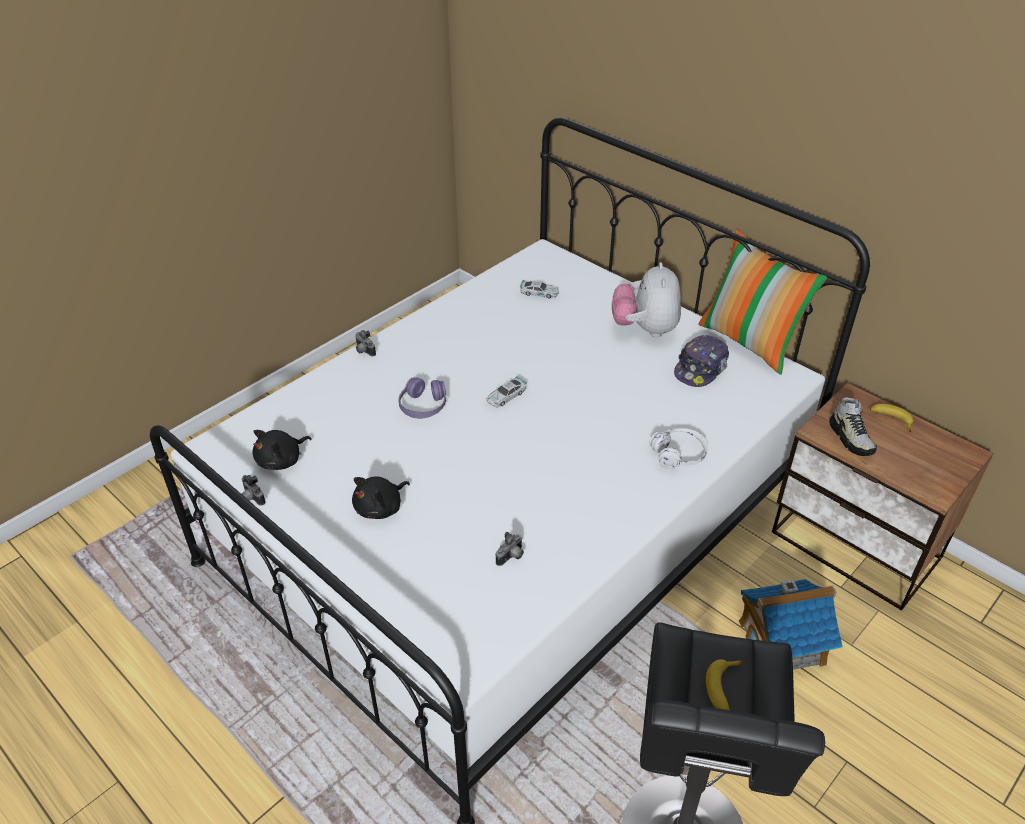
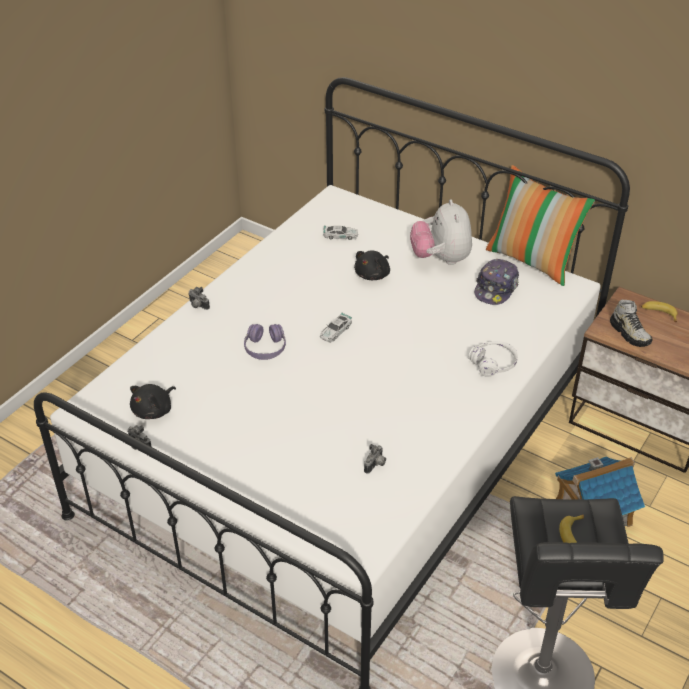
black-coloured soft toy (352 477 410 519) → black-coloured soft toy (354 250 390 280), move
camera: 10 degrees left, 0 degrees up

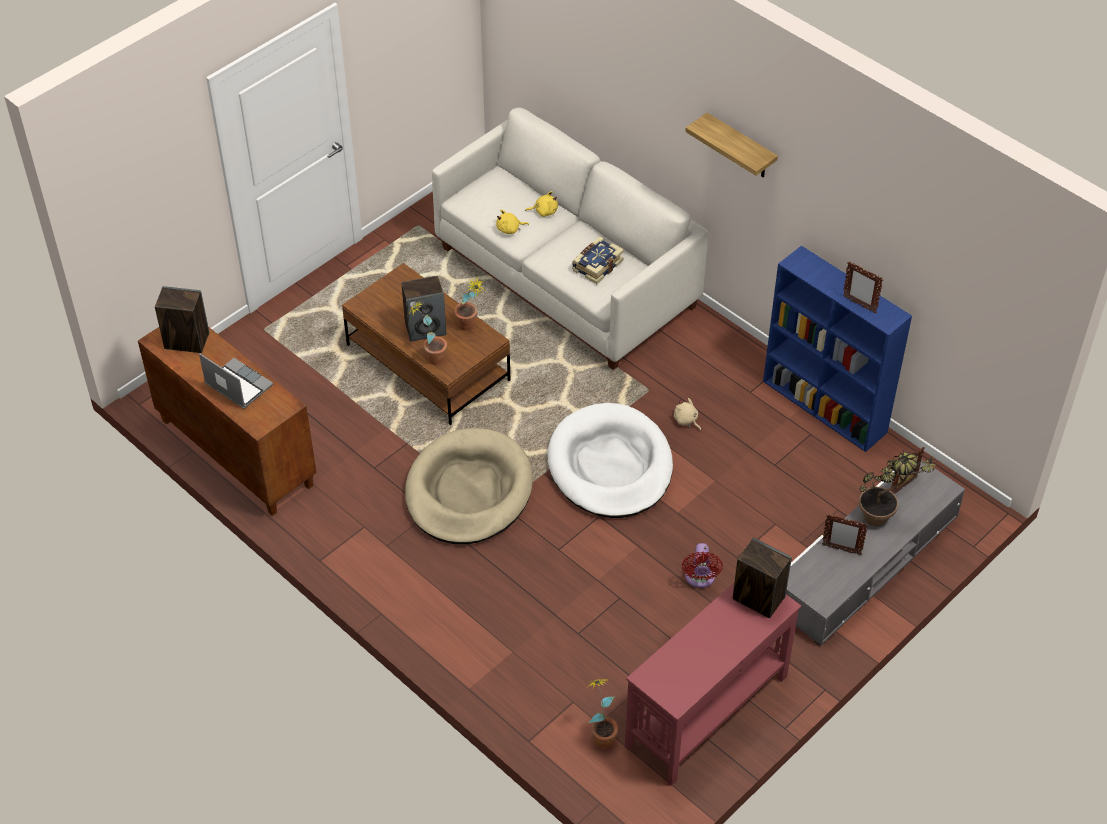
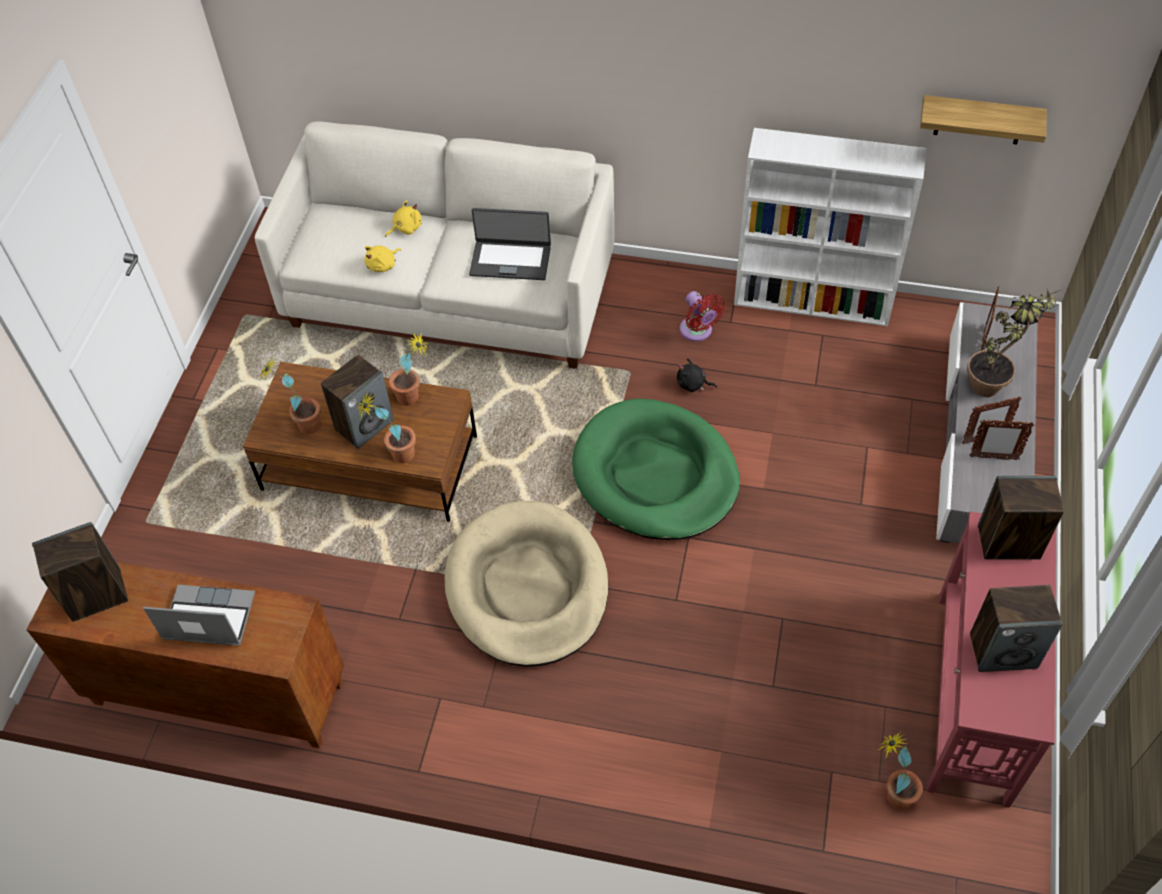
- → plant in a pot (260 358 321 434)
bound book (572 237 624 284) → laptop (469 208 551 280)
white dog cushion (547 403 673 518) → greenish dog cushion (572 399 740 540)
sand-coloured soft toy (674 398 701 431) → black-coloured soft toy (677 358 717 392)
reddish fan (682 543 723 588) → reddish fan (680 291 725 341), move
blue bookcase (763 246 912 452) → white bookcase (734 128 926 326)
shelf (685 113 778 178) → shelf (920 95 1047 144), move
photo frame (843 262 883 314) → photo frame (969 419 1035 460), move
- → speaker (970 585 1063 672)
camera: 30 degrees left, 5 degrees up

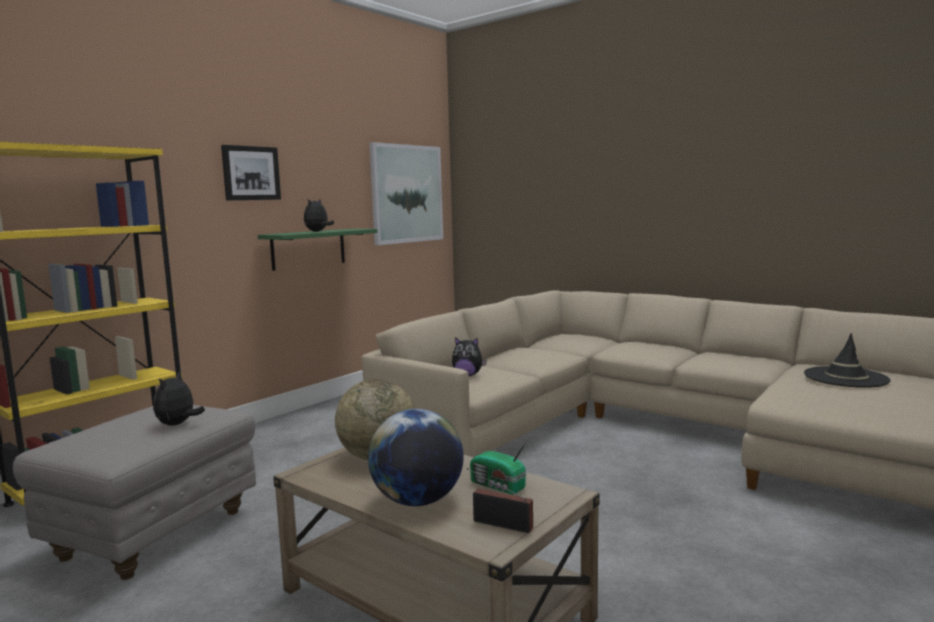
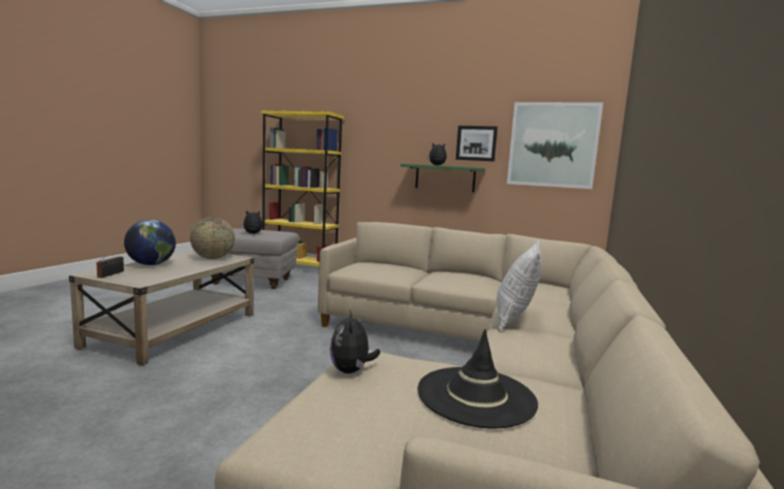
soft toy (452 337 487 376) → soft toy (330 310 380 374), move
picture (221 145 281 201) → picture (456 126 498 161), move
- → throw pillow (497 240 541 332)
radio set (470 436 530 495) → -
camera: 70 degrees right, 0 degrees up

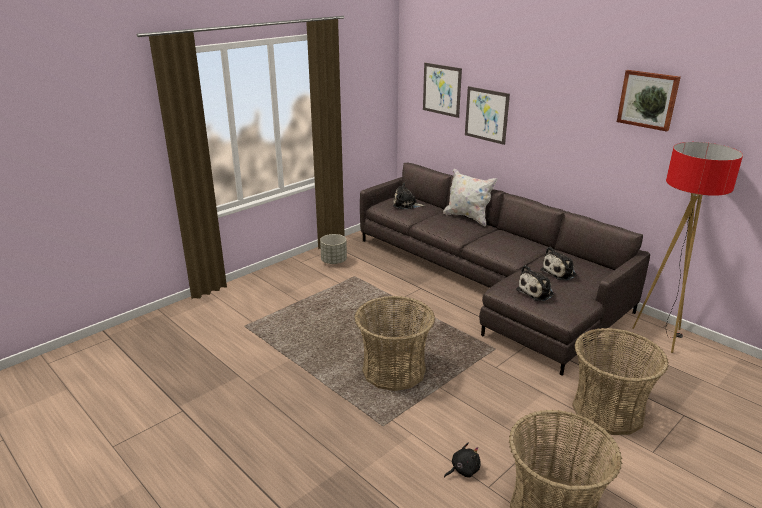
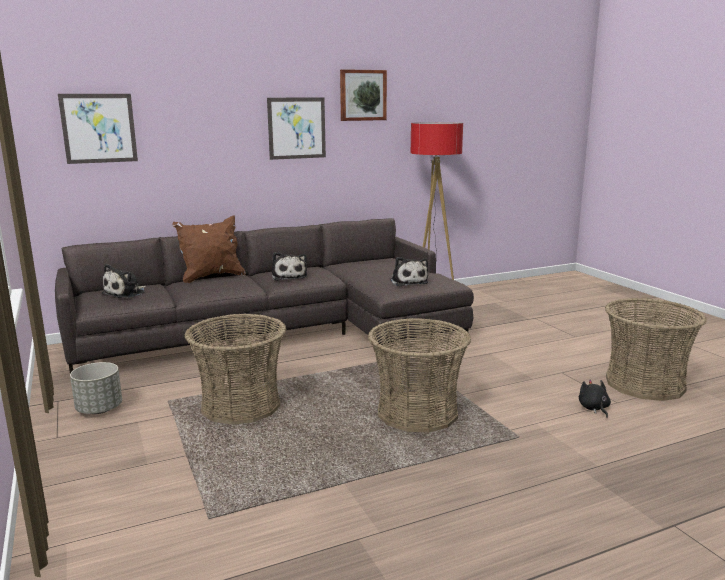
white throw pillow (443 169 497 226) → brownish throw pillow (172 215 246 283)
household basket (572 328 669 435) → household basket (185 313 286 425), move
picture (465 86 510 145) → picture (267 98 326 160), move
soft toy (540 247 577 281) → soft toy (272 252 307 281), move
camera: 70 degrees left, 10 degrees down

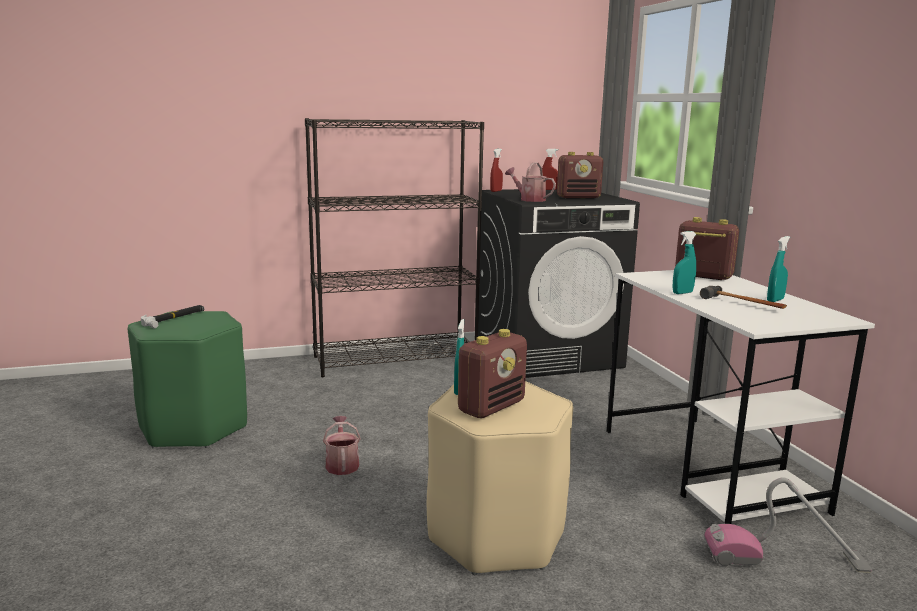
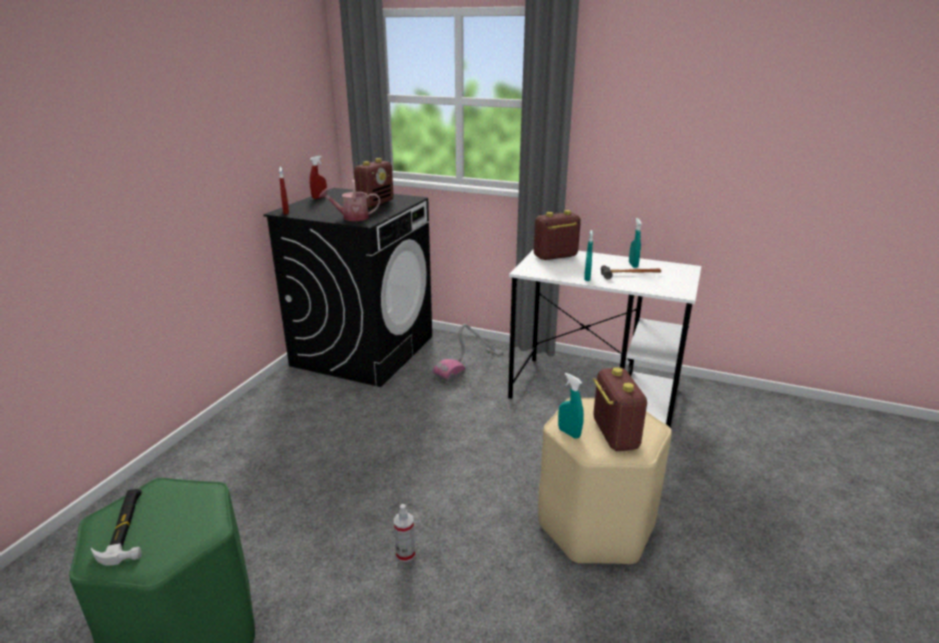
sprinkling can (323 416 361 475) → sprayer (394 504 415 562)
vacuum cleaner (704 477 872 573) → vacuum cleaner (433 324 503 382), move
black-coloured bookcase (305 118 484 377) → -
camera: 50 degrees left, 10 degrees up

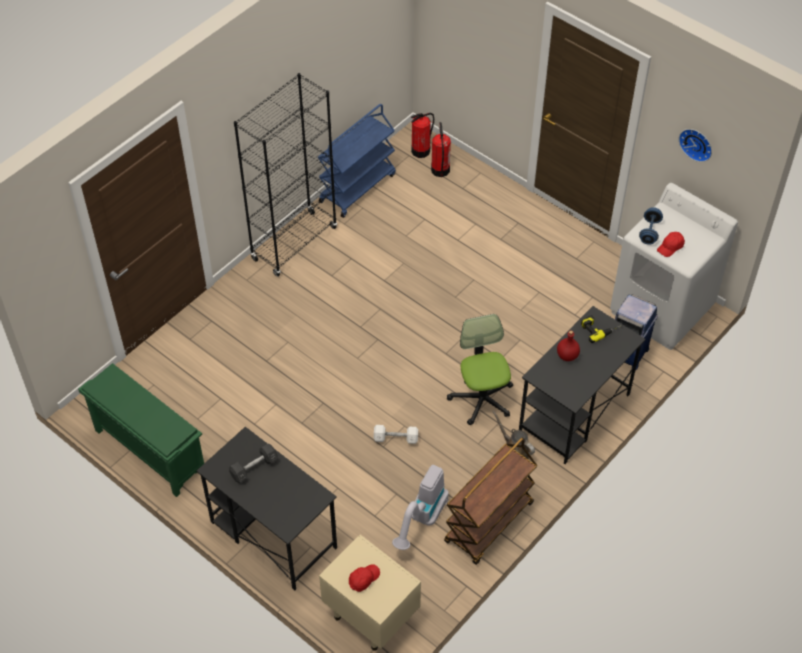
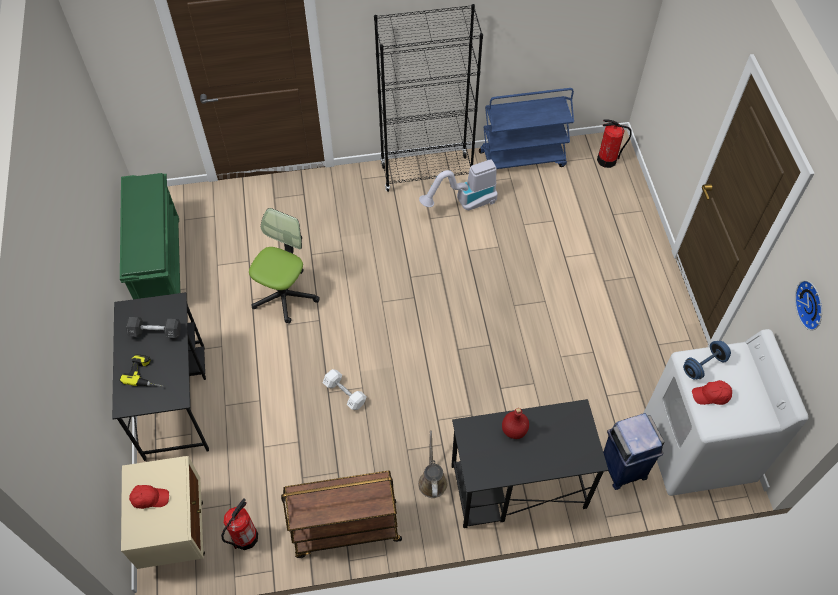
drill (581 315 622 343) → drill (119 354 164 387), move
fire extinguisher (431 122 451 177) → fire extinguisher (221 498 258 550), move
office chair (447 314 513 425) → office chair (249 208 320 324), move
vacuum cleaner (392 465 449 550) → vacuum cleaner (419 159 498 211), move
camera: 40 degrees right, 5 degrees up

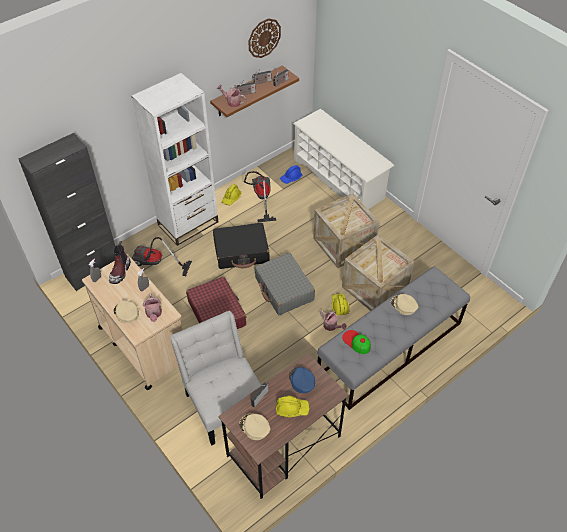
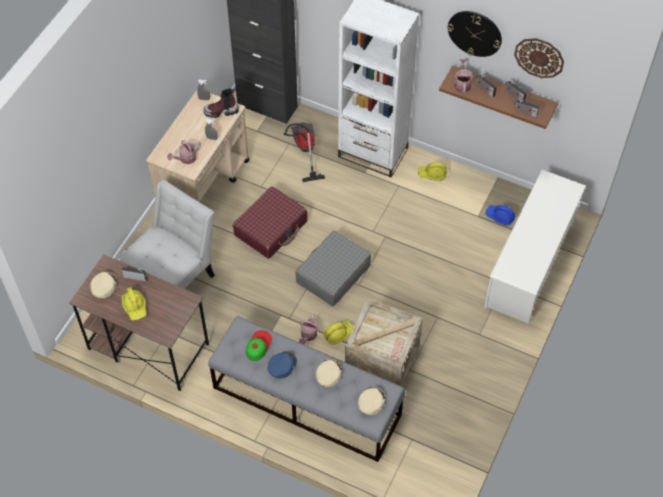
blue baseball cap (289 367 315 393) → blue baseball cap (268 352 297 378), move
sand-coloured baseball cap (114 300 139 324) → sand-coloured baseball cap (358 387 385 415), move
- → clock on the wall (447 11 502 57)
black-coloured travel case (213 223 270 269) → -
vacuum cleaner (244 171 277 222) → -
packing crate (313 193 379 268) → -
camera: 65 degrees right, 5 degrees up

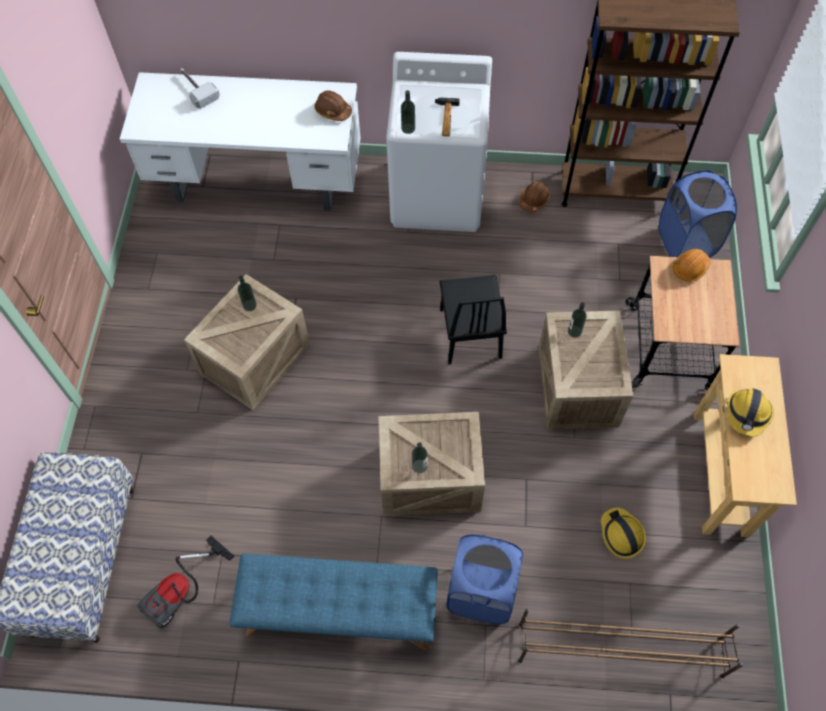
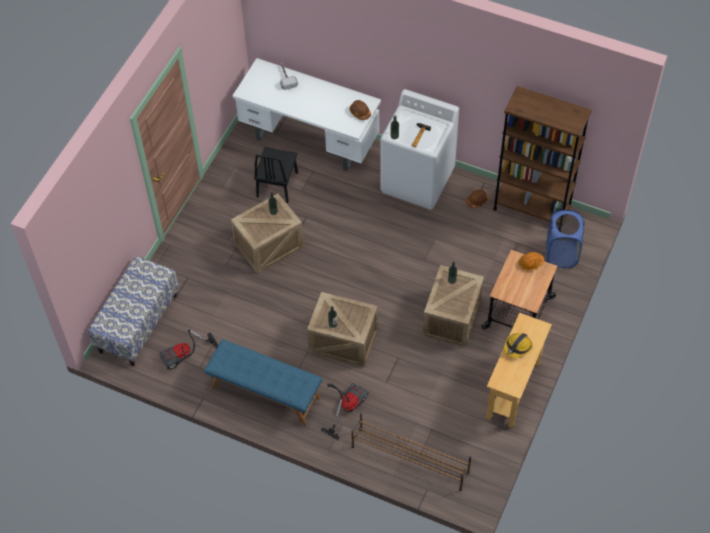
black-coloured plain chair (440 275 507 365) → black-coloured plain chair (254 147 298 203), move
blue laundry basket (446 535 523 624) → vacuum cleaner (321 383 369 440)
work helmet (601 507 646 559) → -
camera: 20 degrees right, 5 degrees down

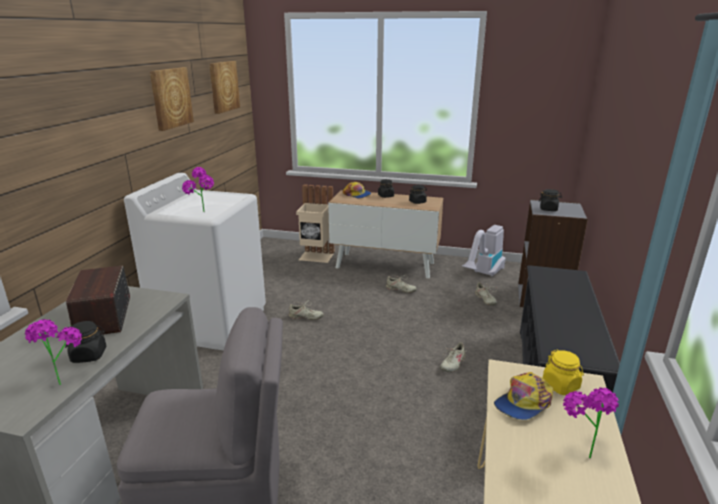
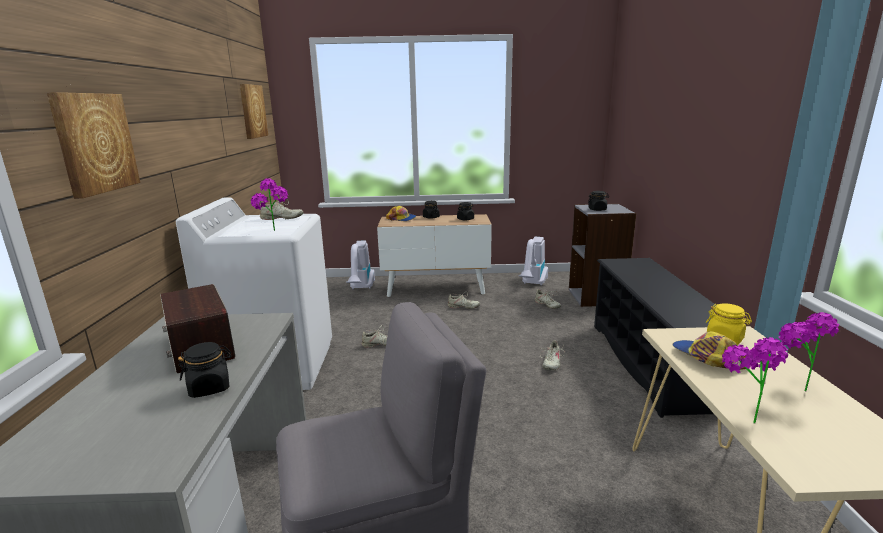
picture (150 67 194 131) → picture (47 92 140 199), move
- → sand-coloured low shoe (260 199 303 220)
sand-coloured rubbish bin (296 184 335 263) → vacuum cleaner (346 241 375 289)
baseball cap (494 372 553 420) → baseball cap (672 331 746 369), 120 degrees clockwise
plant in a pot (24 319 82 385) → plant in a pot (722 337 788 423), move
camera: 15 degrees left, 5 degrees down

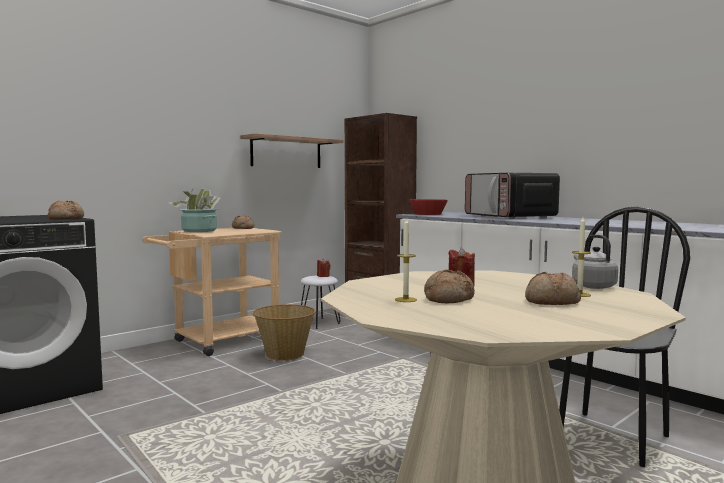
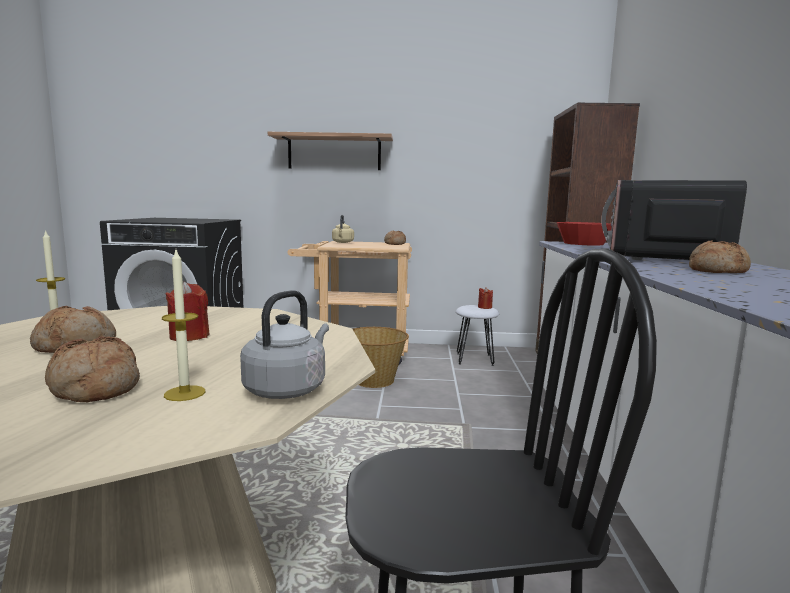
shelf (240 133 344 168) → shelf (268 132 393 170), move
plant in a pot (169 188 220 232) → sand-coloured tea kettle (332 215 354 243)
baked bread (48 200 84 219) → baked bread (689 241 751 273), move
camera: 45 degrees right, 5 degrees up

